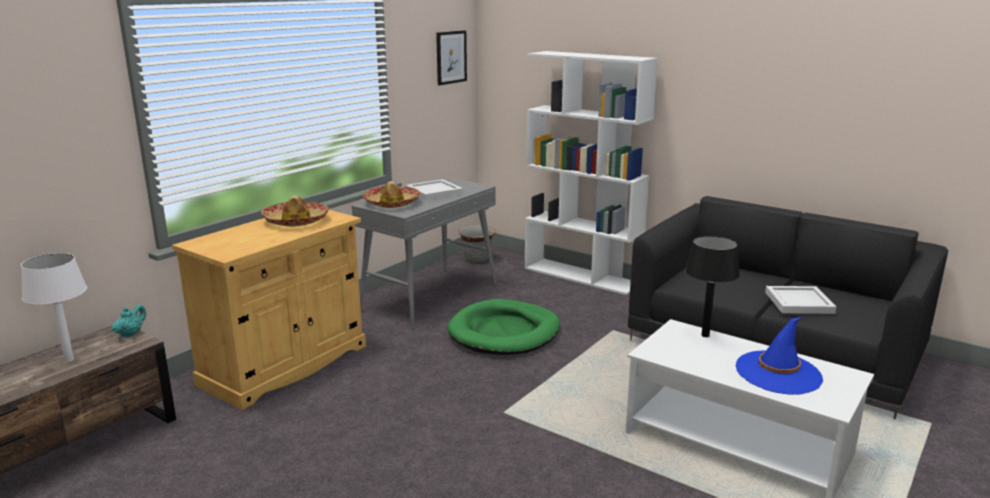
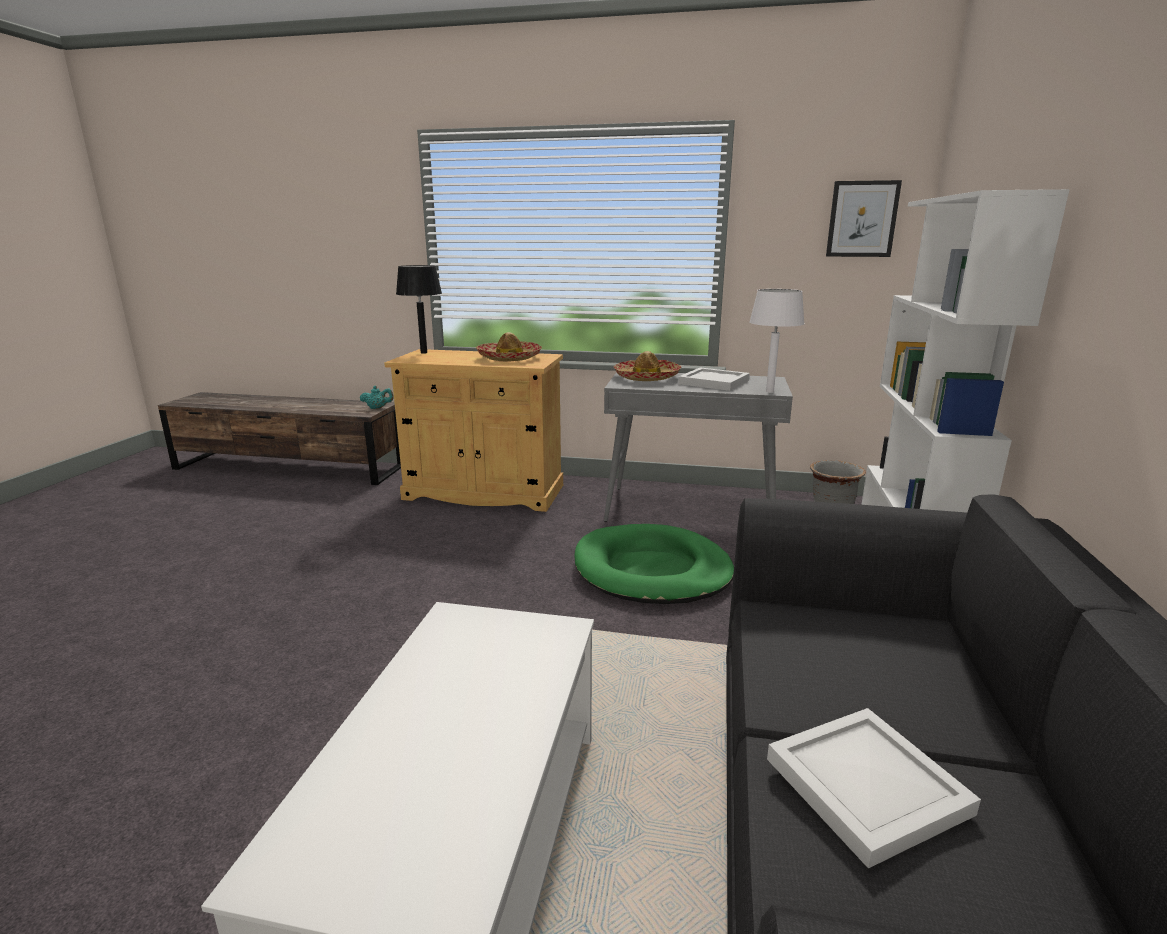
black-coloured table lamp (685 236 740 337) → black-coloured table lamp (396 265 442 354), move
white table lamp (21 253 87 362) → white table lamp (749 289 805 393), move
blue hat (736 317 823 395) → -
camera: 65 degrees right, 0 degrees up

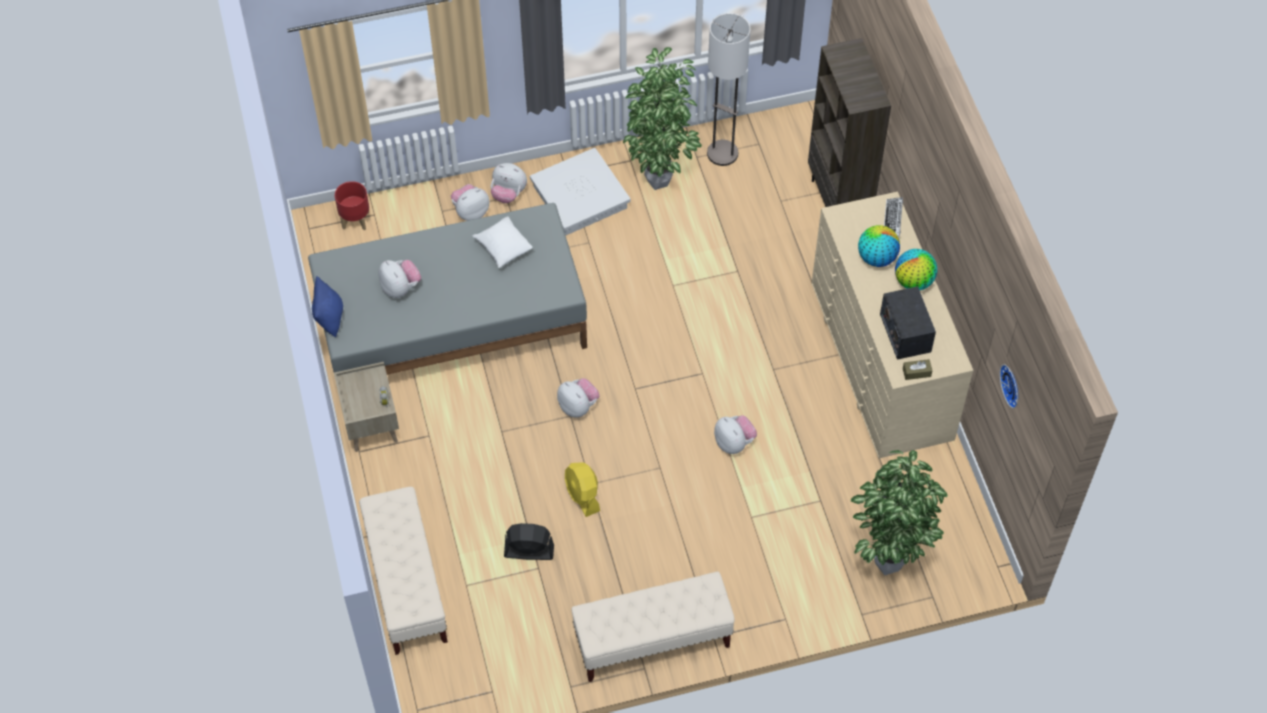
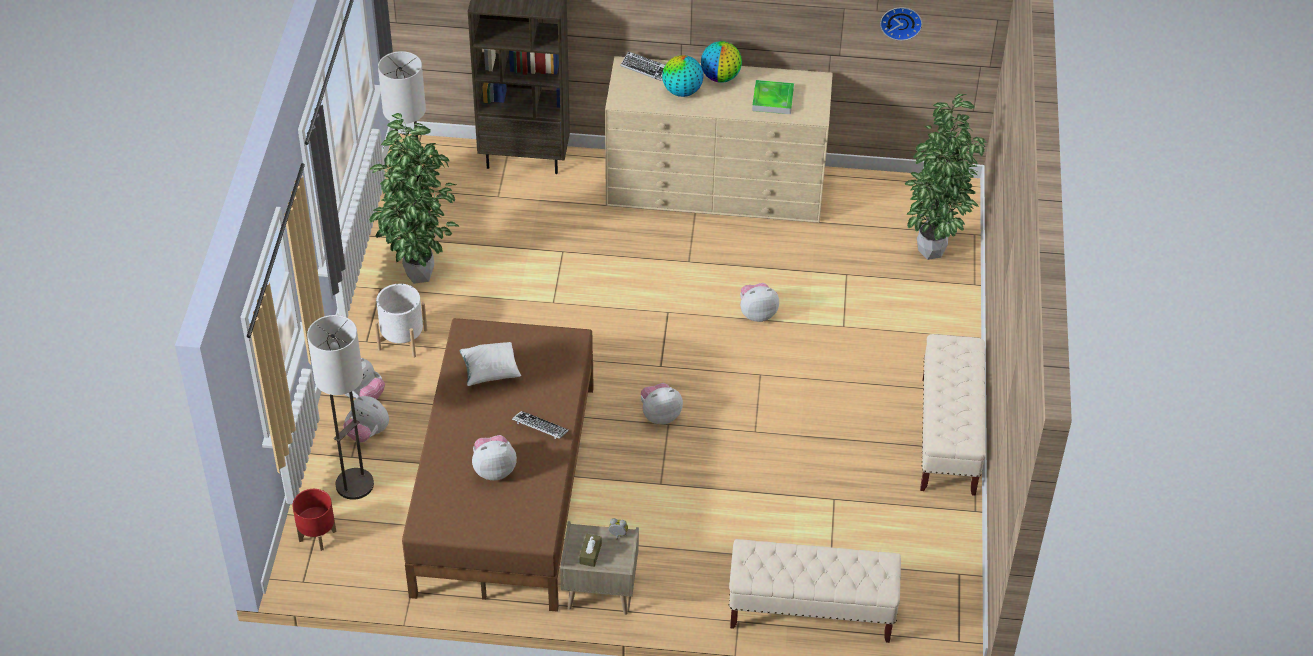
- → standing lamp (307 315 374 500)
soft toy (451 184 489 221) → soft toy (343 396 389 442), 45 degrees counterclockwise
white storage bin (530 148 631 235) → white plant pot (375 284 427 357)
gray bedroom bed (308 203 587 375) → brownish bedroom bed (402 318 594 612)
- → PC keyboard (512 411 569 439)
brownish tissue box (903 359 932 380) → brownish tissue box (579 534 602 567), move
radio set (880 286 936 360) → tray (752 80 794 114)
blue throw pillow (312 276 343 338) → -
black-coloured fan (504 523 554 560) → -
yellowish fan (565 462 600 517) → -
camera: 70 degrees left, 10 degrees down

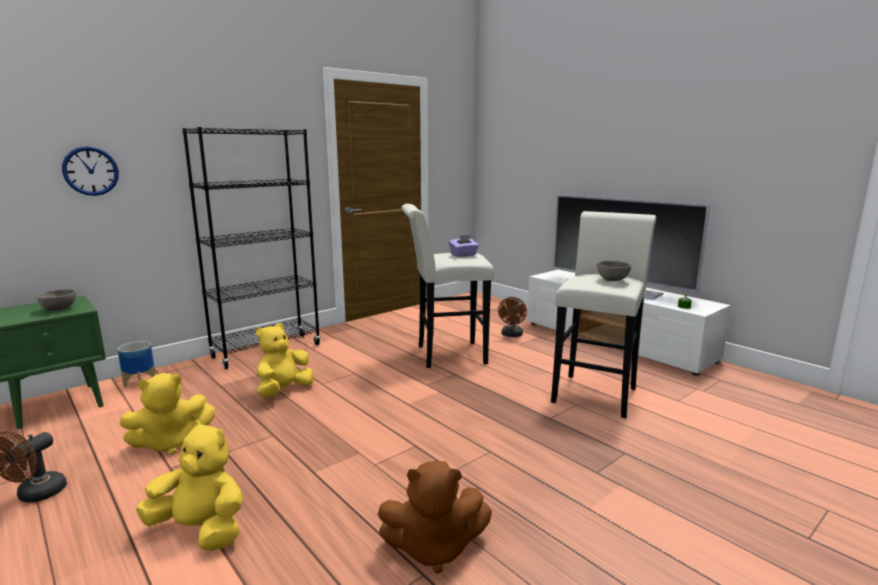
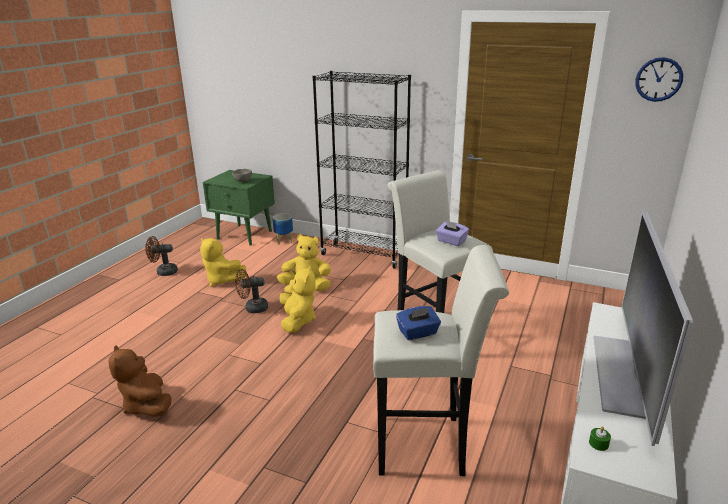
brownish fan (498 297 527 337) → brownish fan (235 269 268 313), move
yellowish soft toy (136 420 243 551) → yellowish soft toy (280 265 316 333), move
gray serving bowl (597 261 631 281) → blue tissue box (396 306 441 340)
clock on the wall (62 146 119 196) → clock on the wall (635 57 683 102), move
camera: 65 degrees right, 10 degrees up

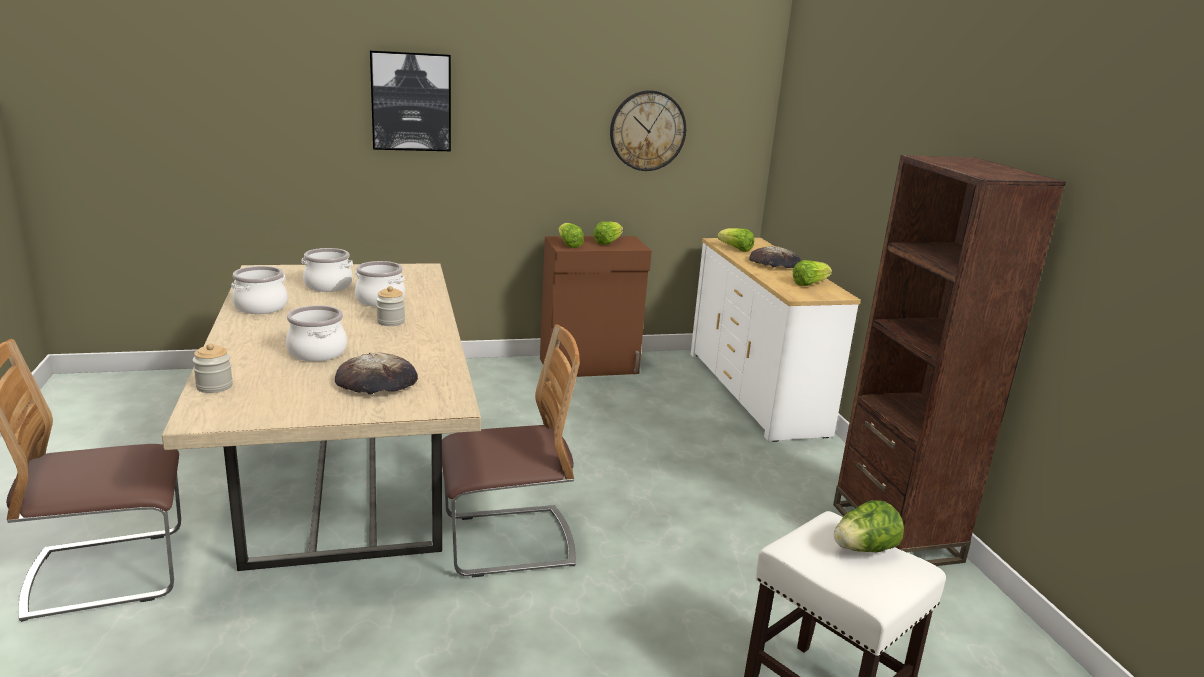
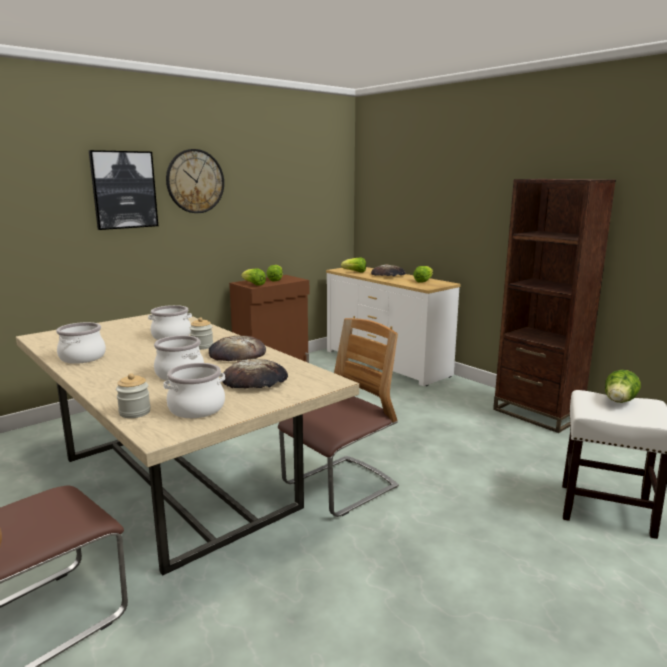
stockpot (302 248 353 292) → stockpot (163 363 225 418), move
clock on the wall (610 90 686 171) → clock on the wall (166 149 224 213), move
- → baked bread (209 336 266 361)
camera: 25 degrees left, 5 degrees down

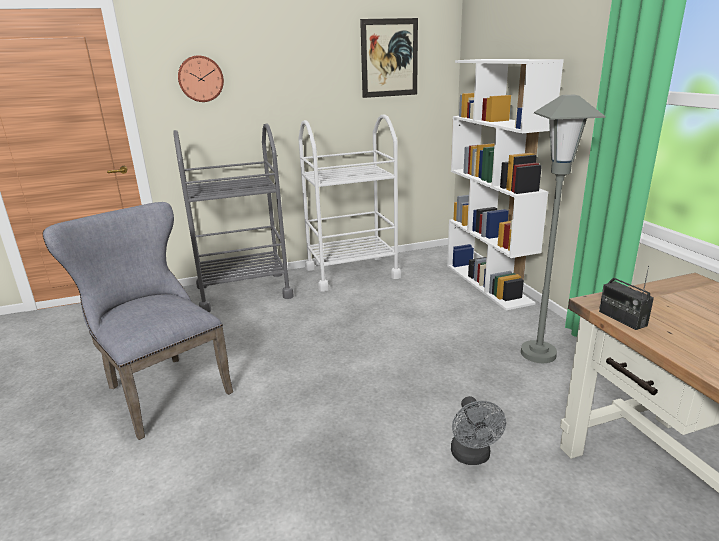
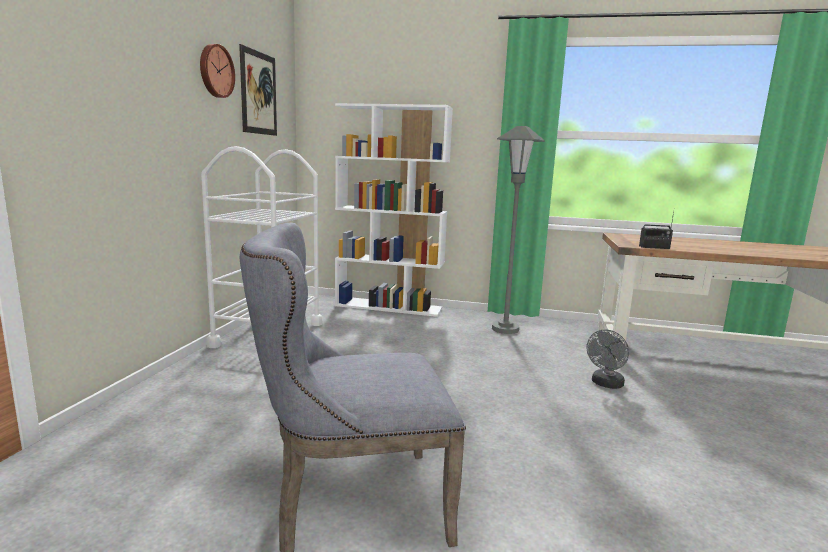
clock on the wall (178 55 224 102) → clock on the wall (200 44 235 98), move
gray fan (451 396 506 465) → gray fan (586 330 629 389), 105 degrees clockwise
gray cart (173 123 294 312) → -
camera: 60 degrees left, 10 degrees down

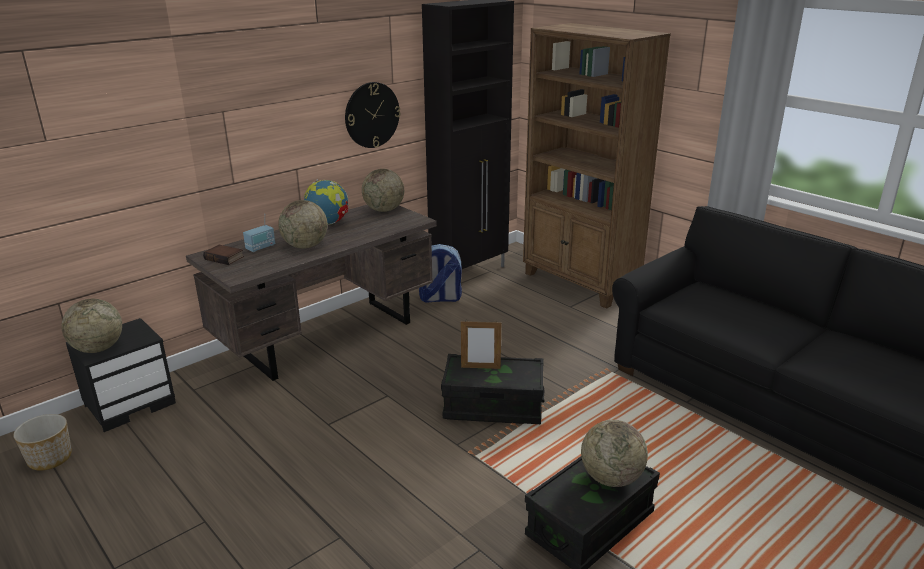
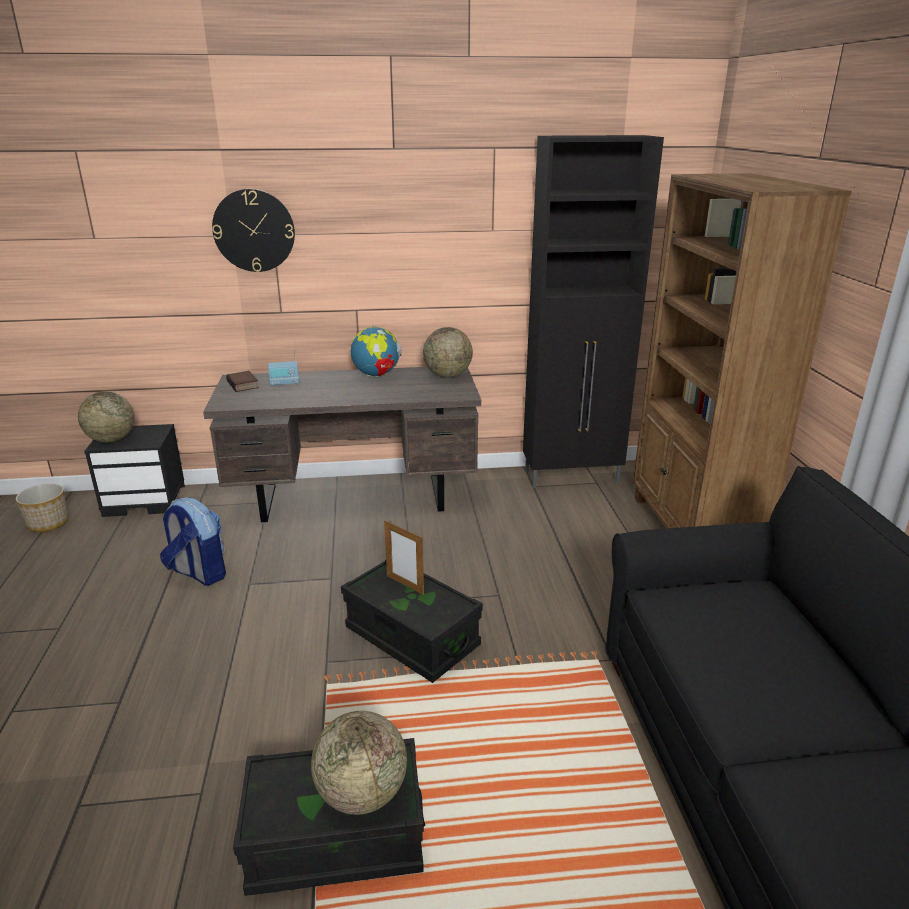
knapsack (419 244 462 303) → knapsack (160 497 226 586), move
clock on the wall (345 82 401 148) → clock on the wall (212 189 295 272), move
desk globe (278 200 328 249) → -
camera: 35 degrees right, 0 degrees up

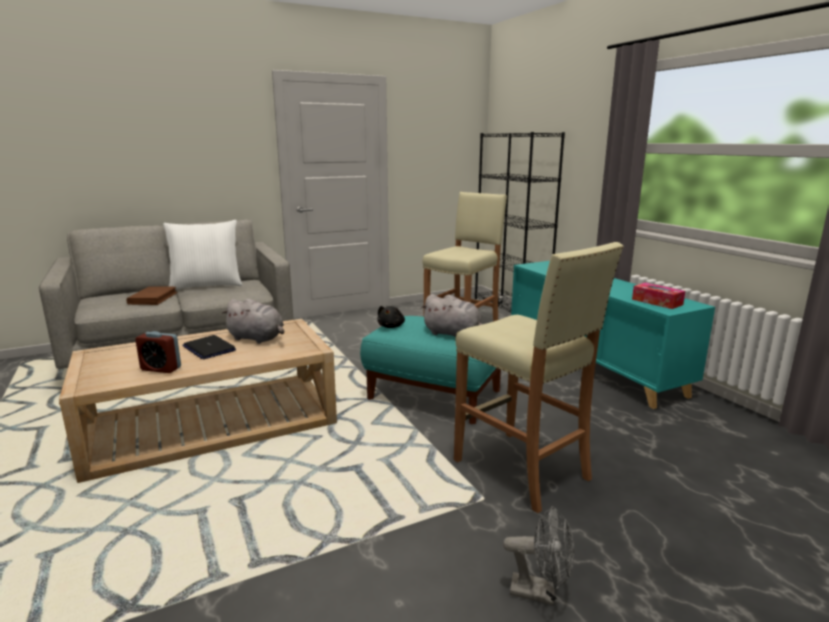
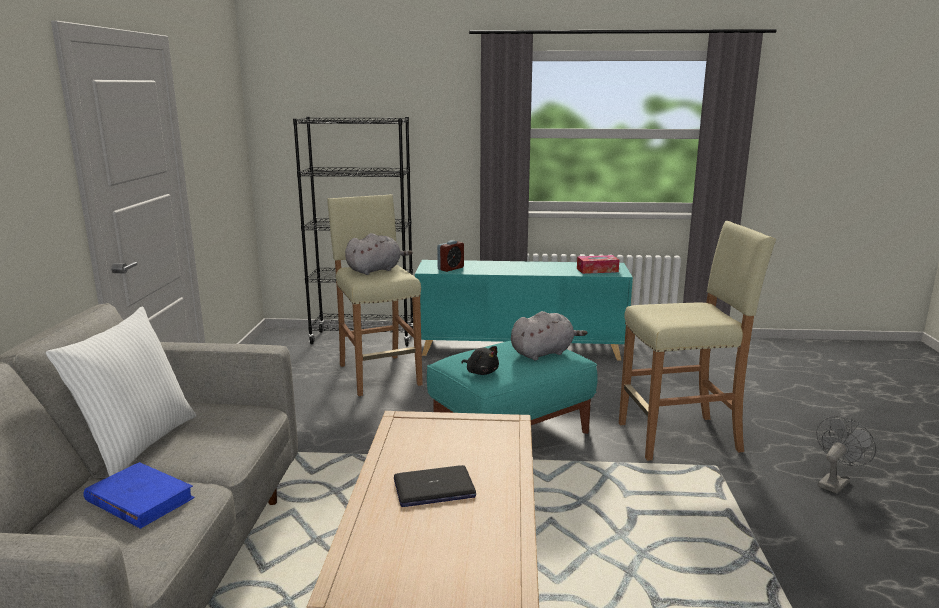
brownish bound book (126 287 178 305) → blue bound book (83 462 195 529)
gray soft toy (221 299 284 344) → gray soft toy (345 233 413 275), move
alarm clock (135 331 181 373) → alarm clock (437 240 464 272), move
camera: 60 degrees left, 0 degrees up

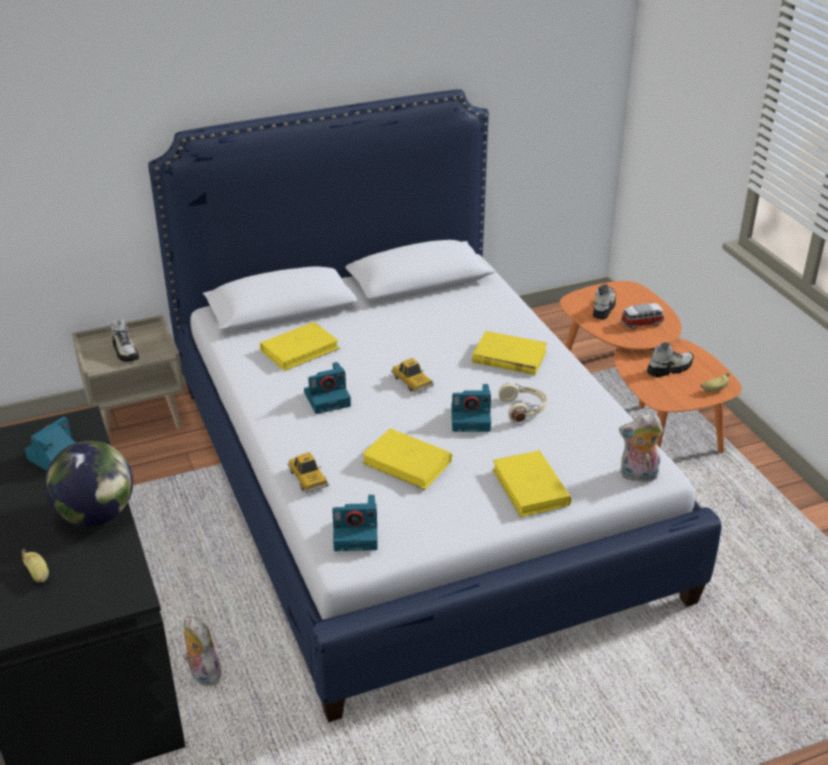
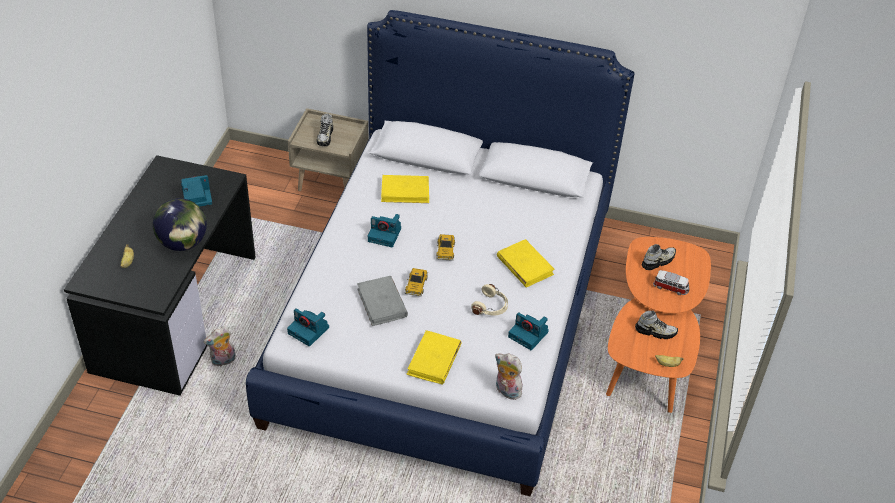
soft toy (183 616 221 686) → soft toy (204 326 236 366), 120 degrees counterclockwise
yellowish bound book (362 428 452 490) → gray bound book (357 276 408 326)
miniature car (287 452 329 493) → miniature car (404 268 428 297), move
still camera (451 384 491 432) → still camera (508 312 549 350), move
camera: 35 degrees right, 10 degrees up

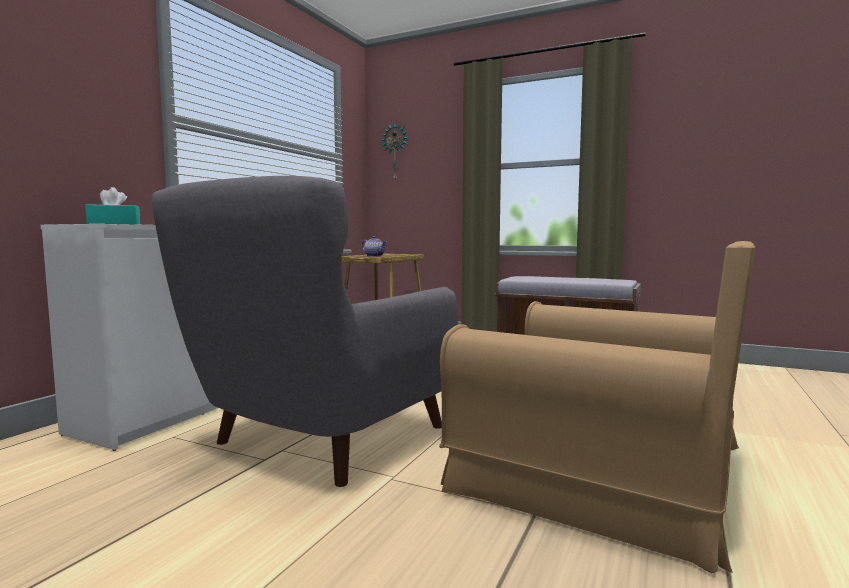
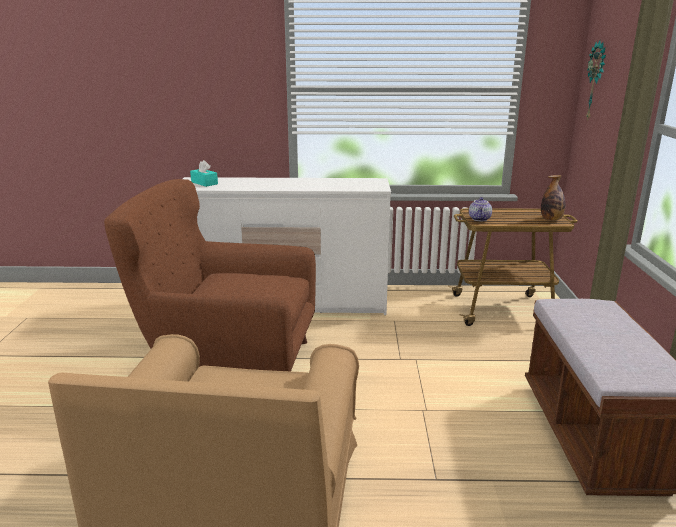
gray armchair (152 176 458 487) → brownish armchair (104 179 316 371)
- → drink bottle (541 175 565 221)
camera: 65 degrees right, 15 degrees up

